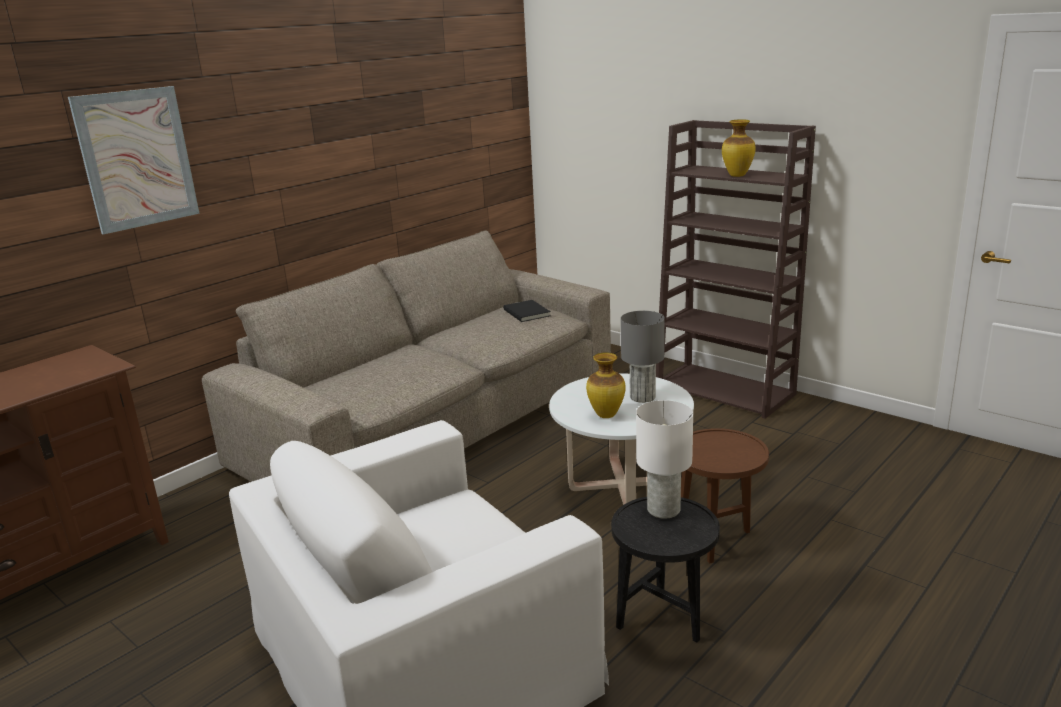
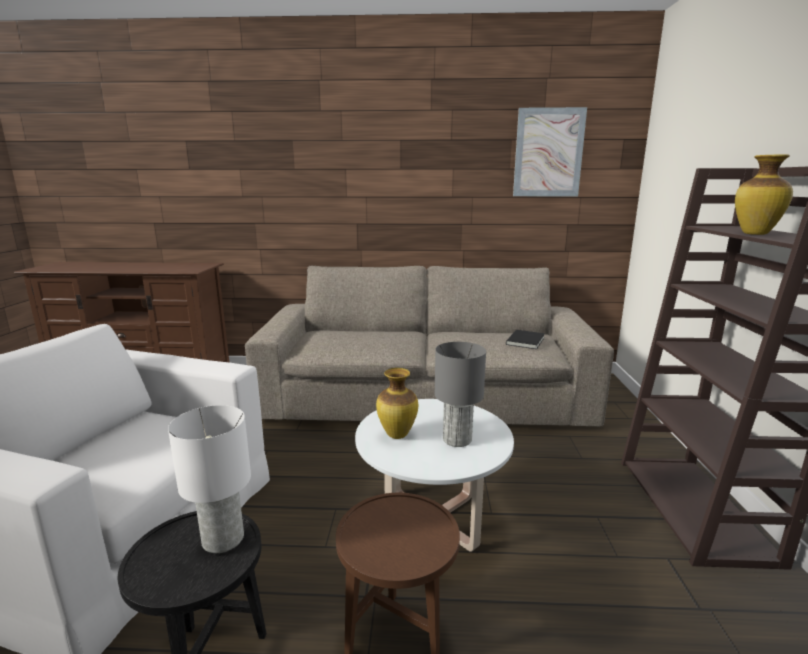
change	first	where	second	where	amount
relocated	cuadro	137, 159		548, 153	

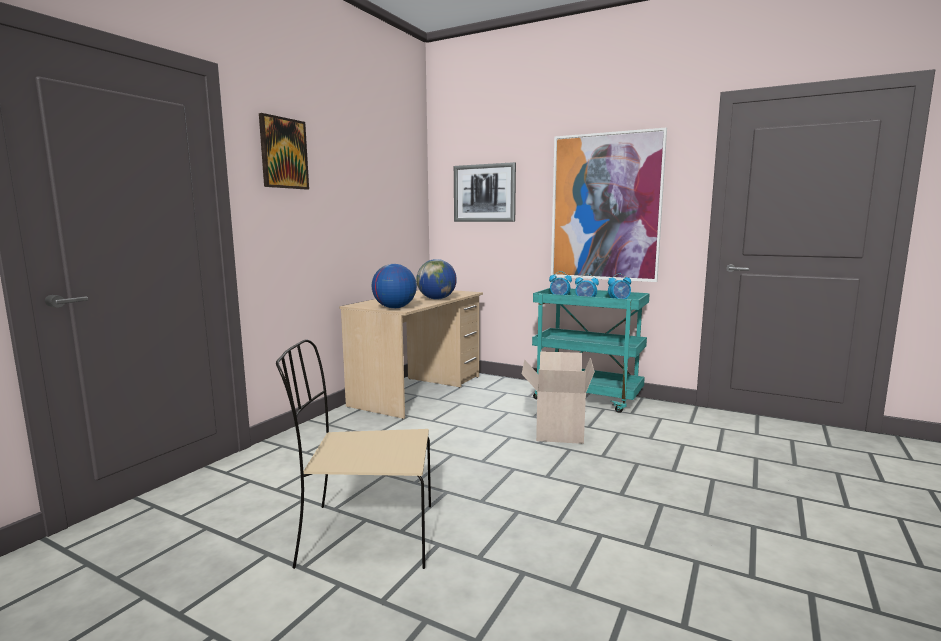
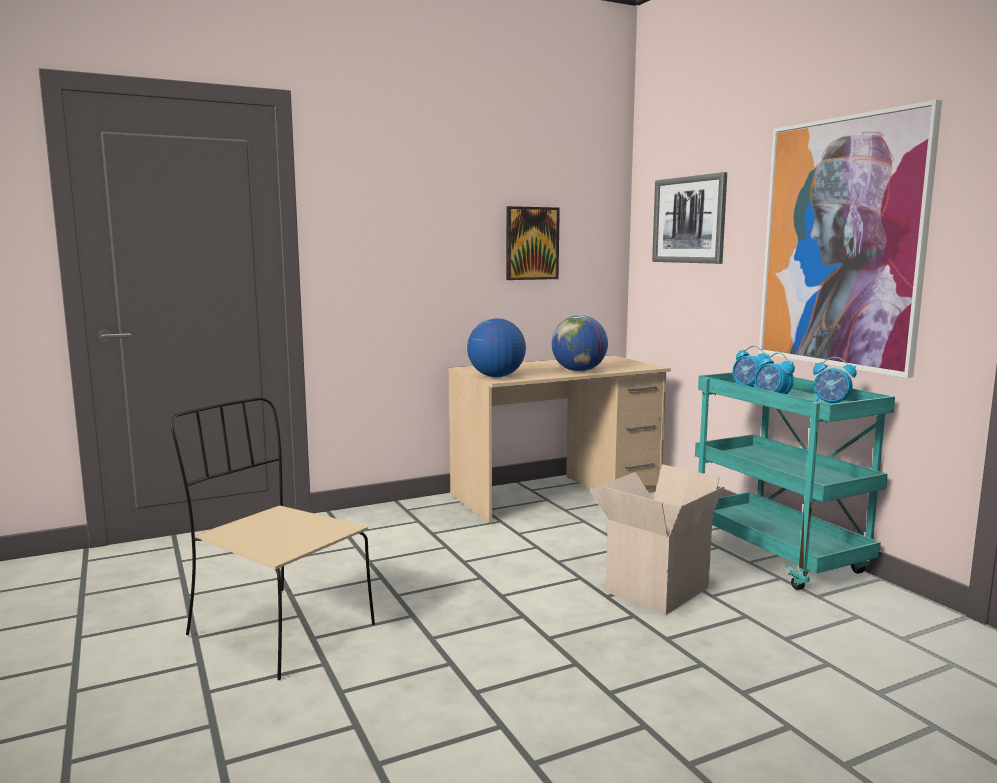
change	first	where	second	where	amount
relocated	cuadro	283, 153		531, 243	

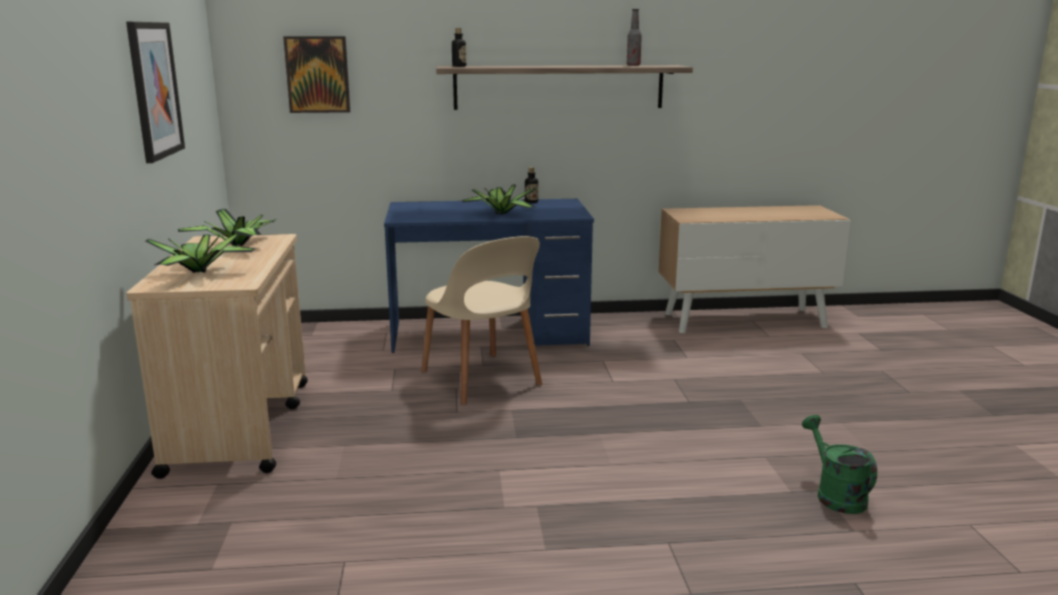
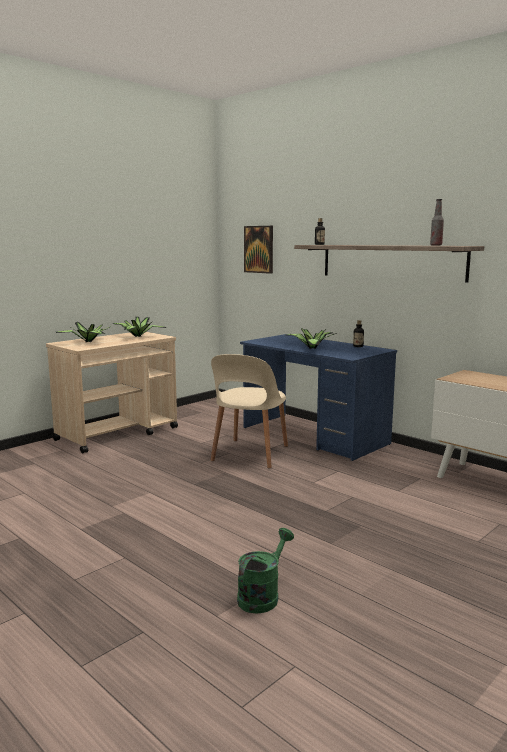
change	first	where	second	where	amount
missing	cuadro	154, 90			

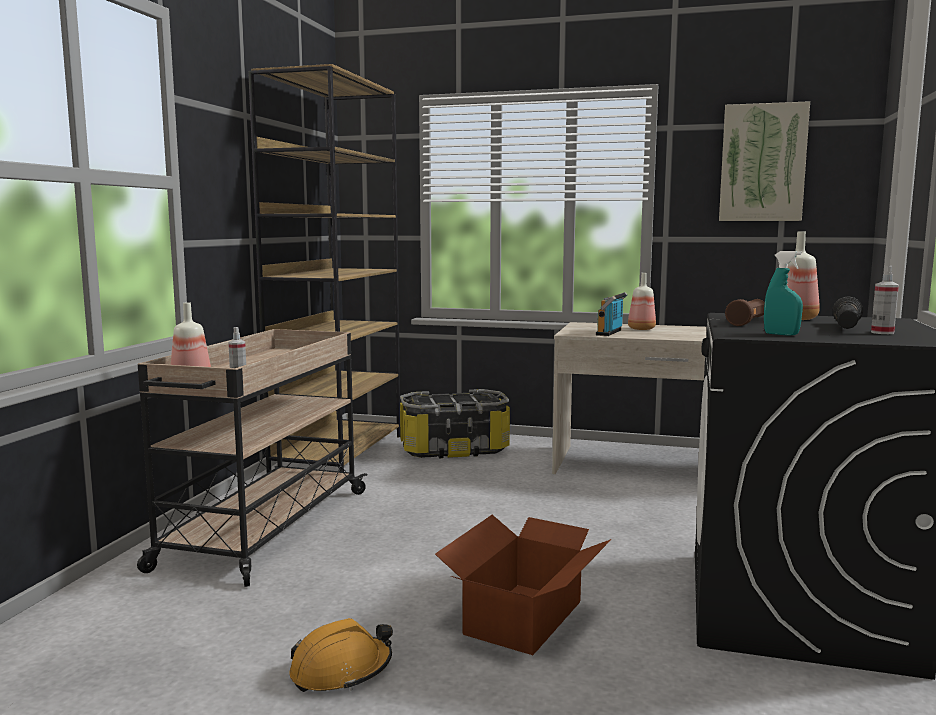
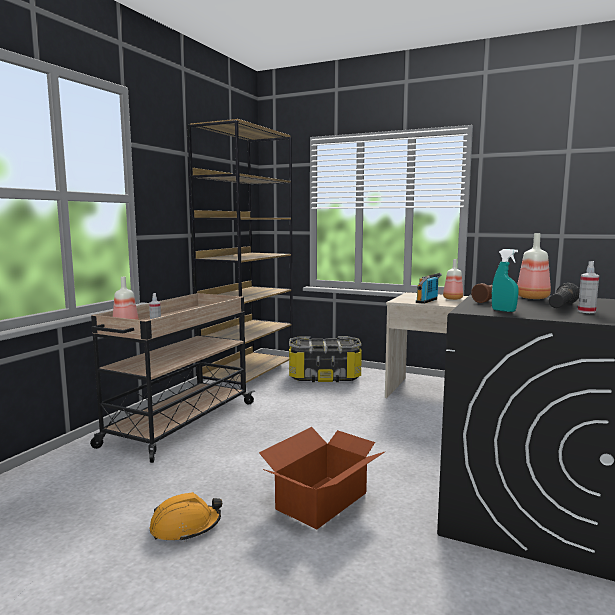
change	first	where	second	where	amount
missing	cuadro	762, 163			

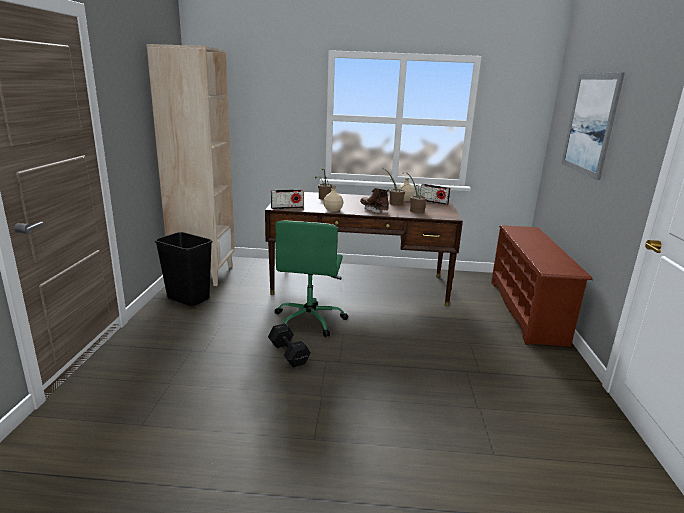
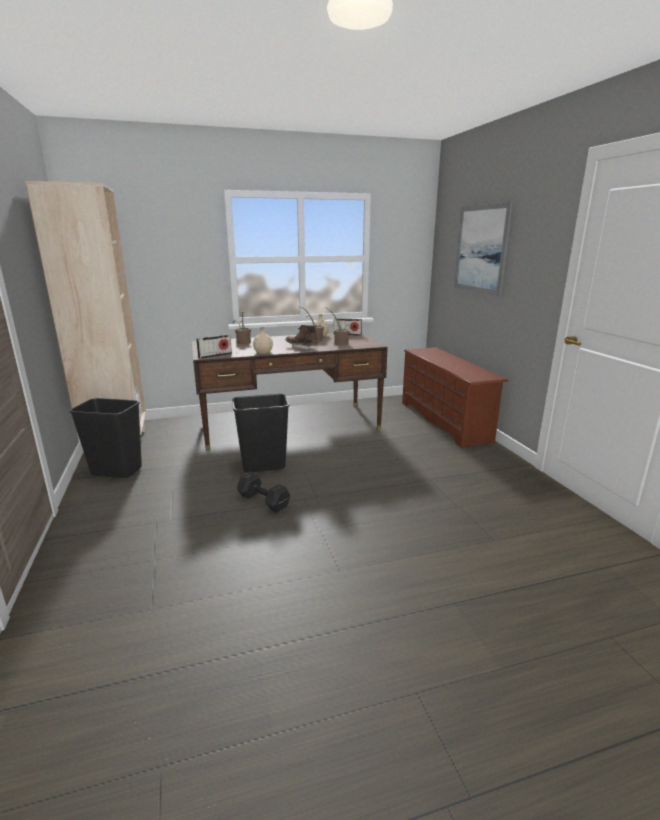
change	first	where	second	where	amount
exchanged	silla de oficina (verde)	309, 320	papelera (negro)	263, 466	

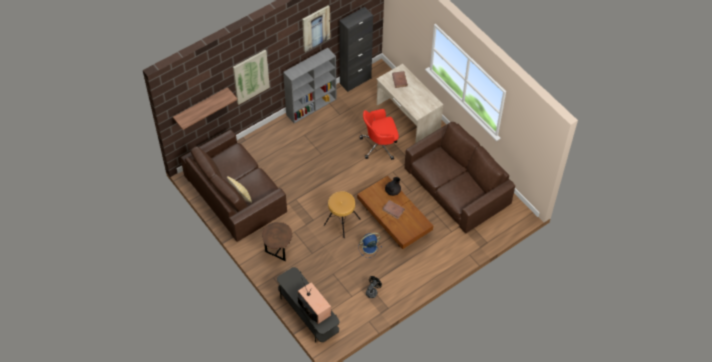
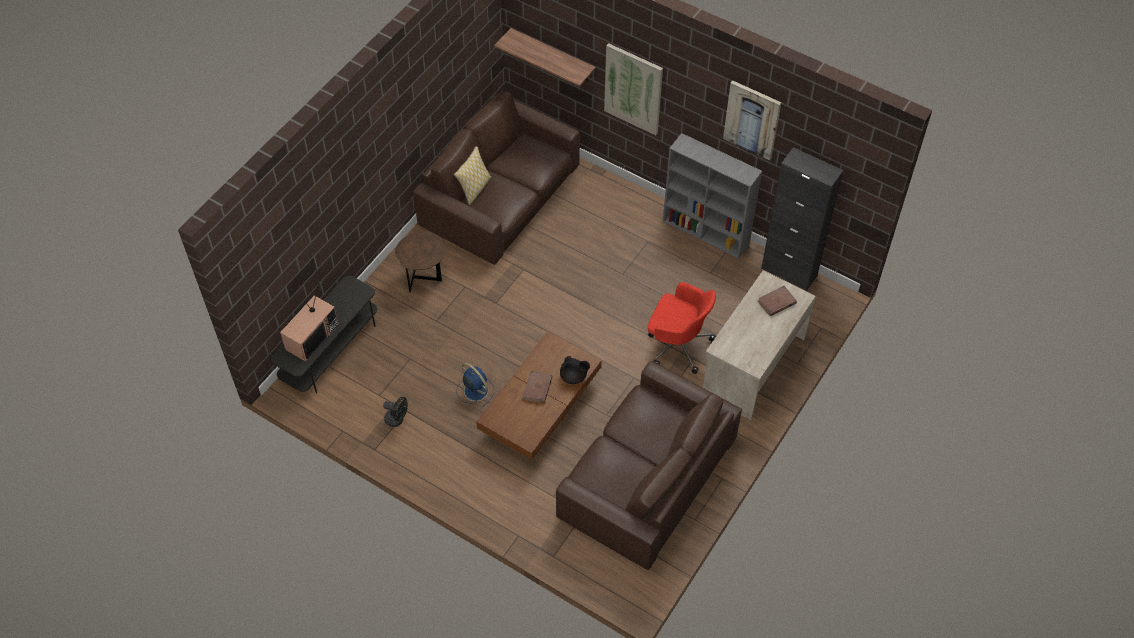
change	first	where	second	where	amount
spun	silla de oficina (rojo)	380, 145		677, 344	150 degrees clockwise
missing	taburete (marrón)	341, 222			

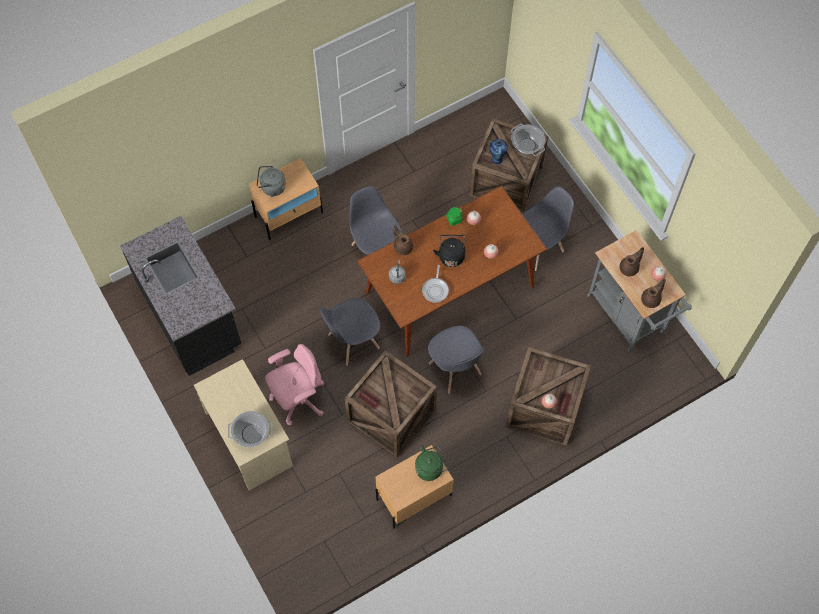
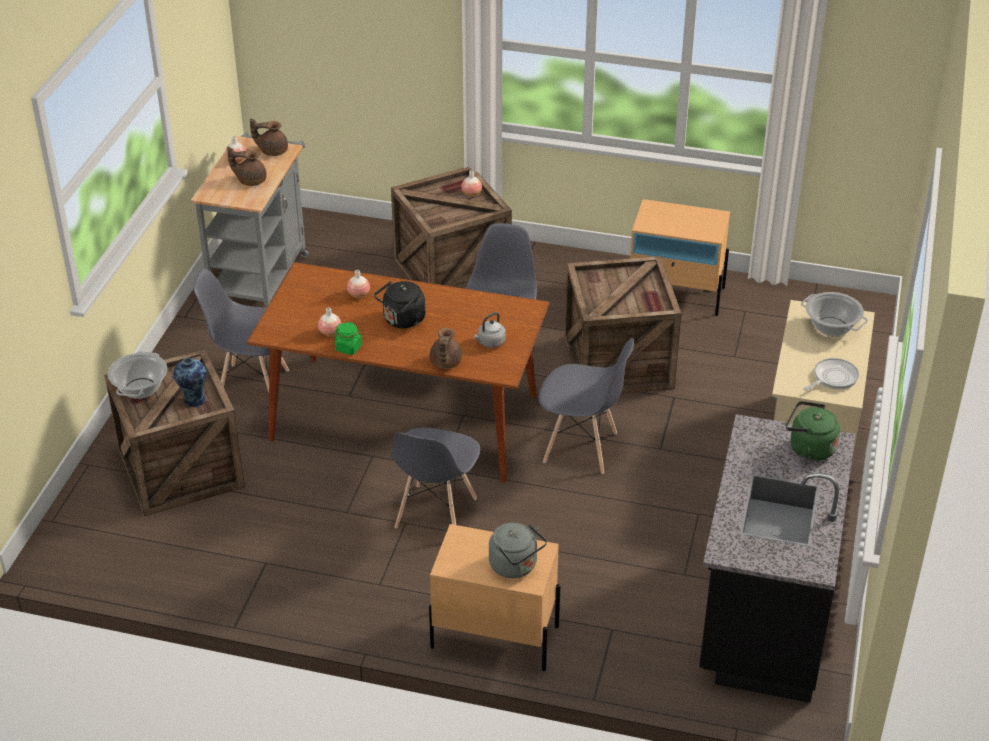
change	first	where	second	where	amount
relocated	sartén	435, 289		833, 378	
missing	silla de oficina (rosa)	298, 399			
relocated	hervidor (verde)	430, 468		808, 448	

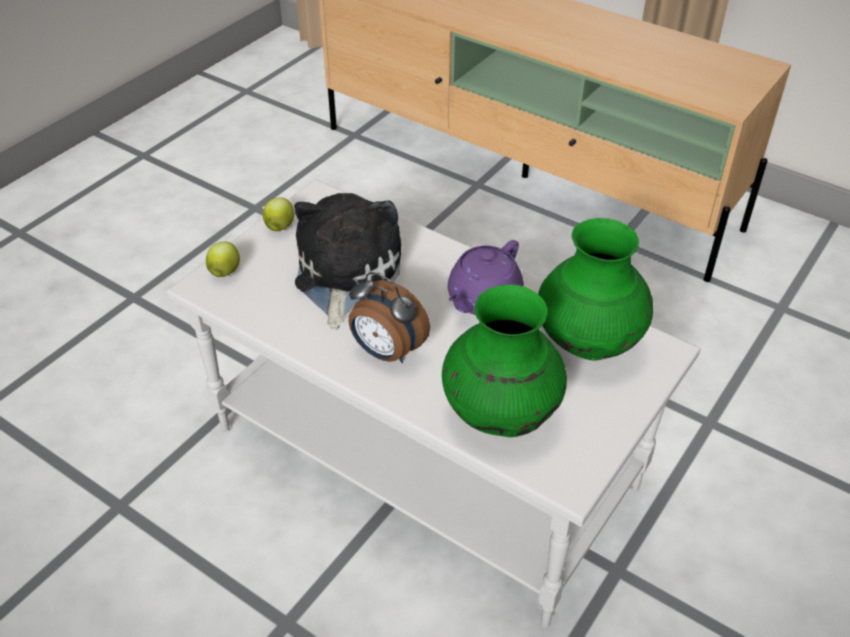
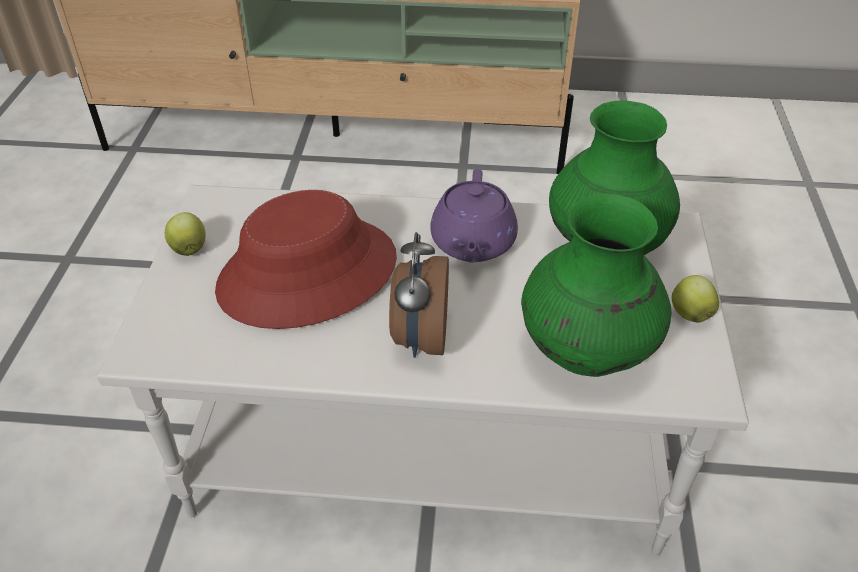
change	first	where	second	where	amount
exchanged	peluche	345, 276	sombrero (rojo)	308, 274	
relocated	manzana	225, 271		689, 313	
spun	despertador	386, 352		419, 338	90 degrees clockwise

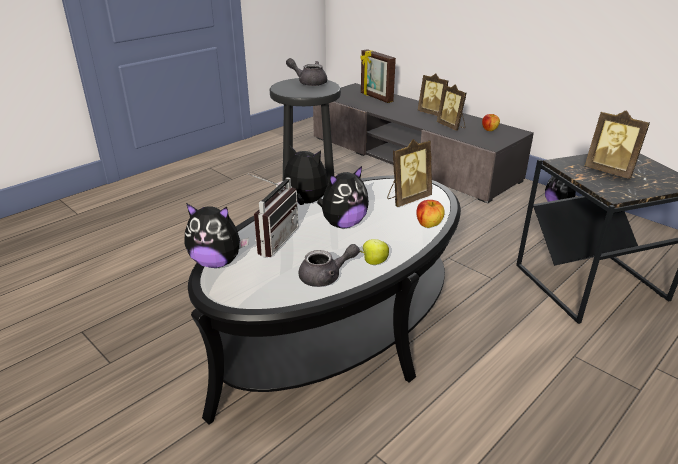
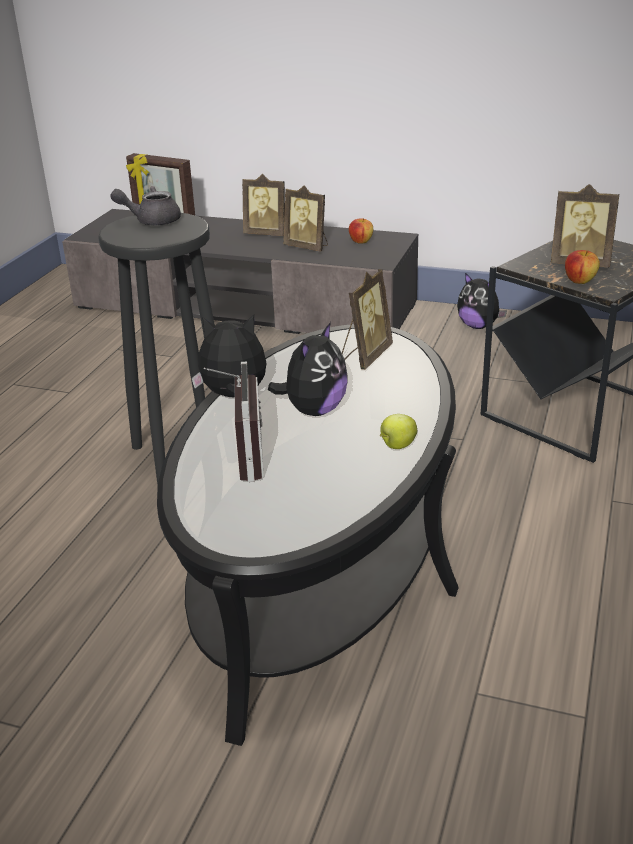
change	first	where	second	where	amount
relocated	manzana	428, 224		580, 281	
missing	peluche	217, 262			
missing	tetera (gris)	326, 277			

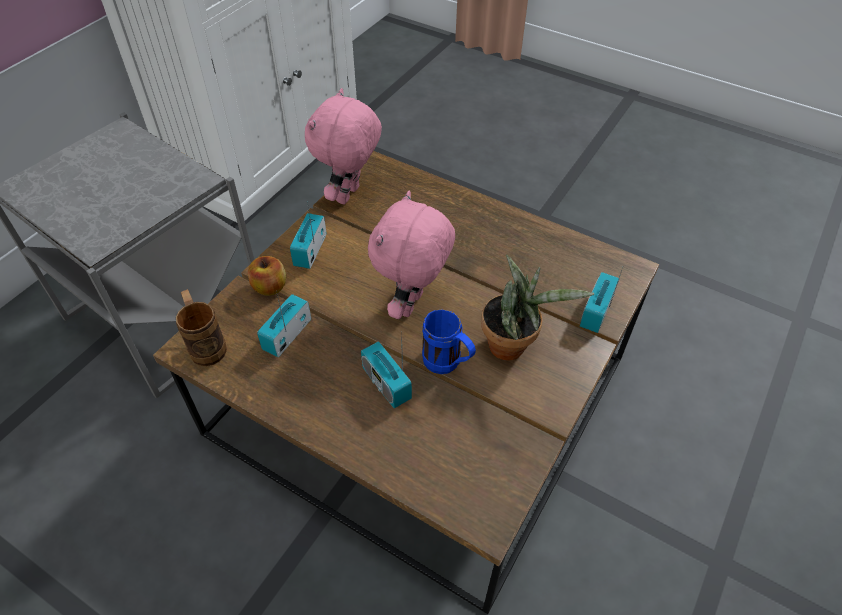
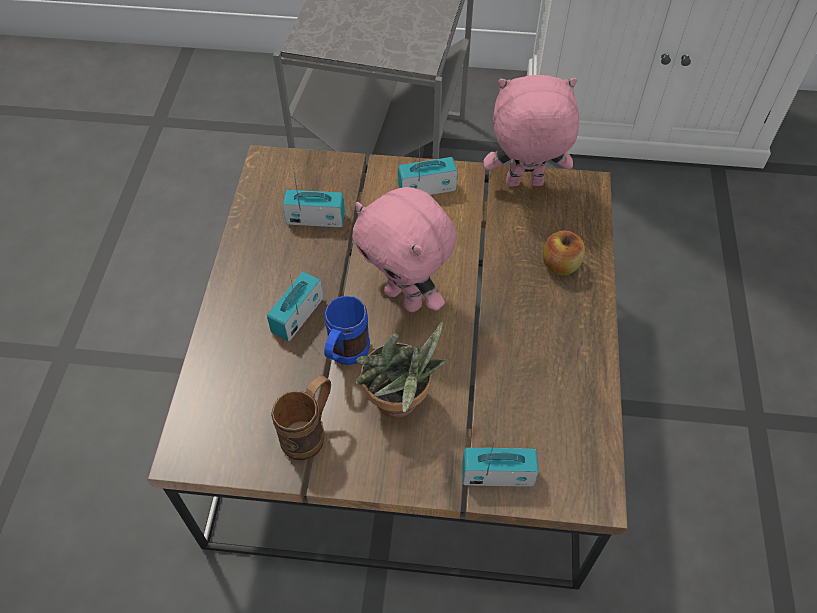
change	first	where	second	where	amount
spun	peluche (rosa)	412, 305		405, 298	135 degrees counterclockwise
relocated	manzana	270, 287		560, 265	
relocated	taza grande (marrón)	206, 344		310, 432	

